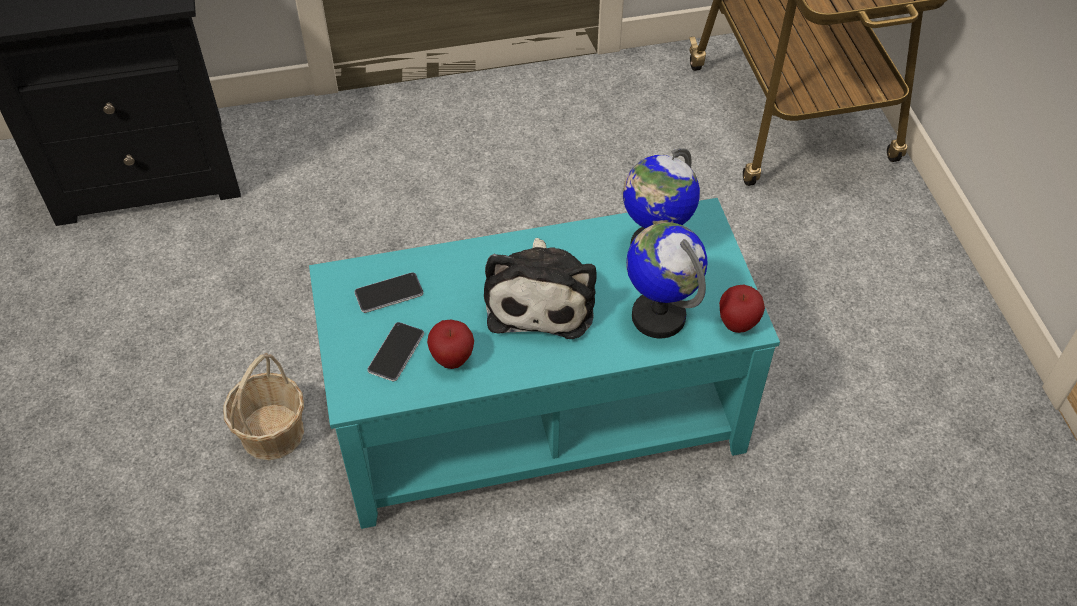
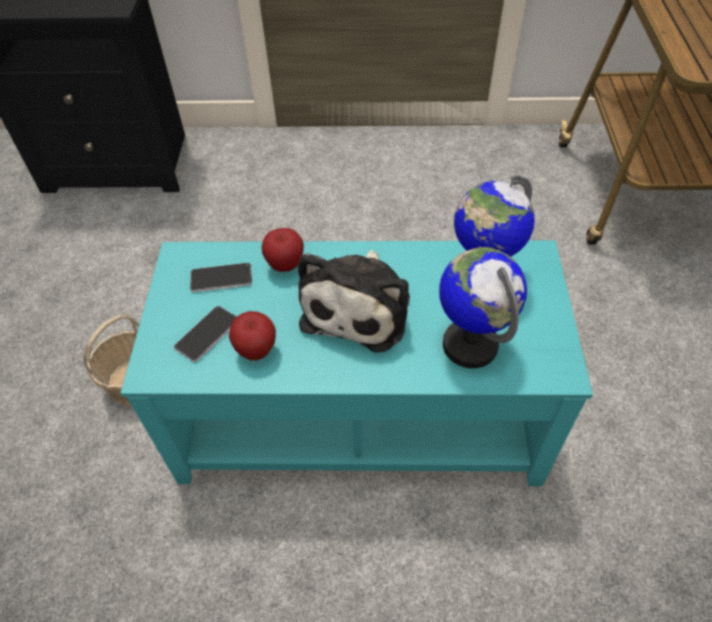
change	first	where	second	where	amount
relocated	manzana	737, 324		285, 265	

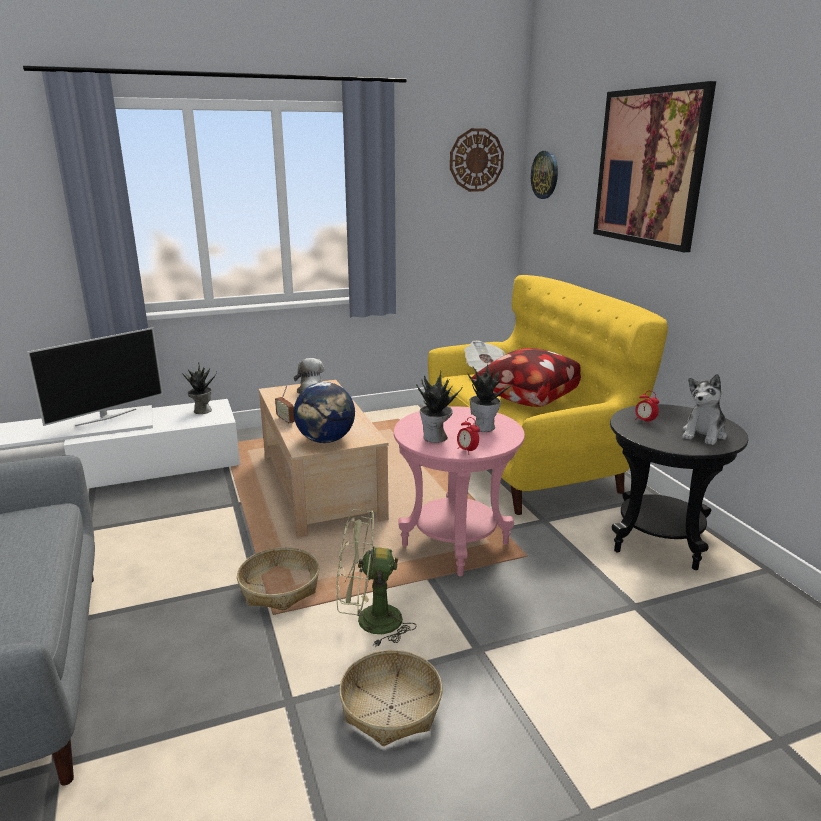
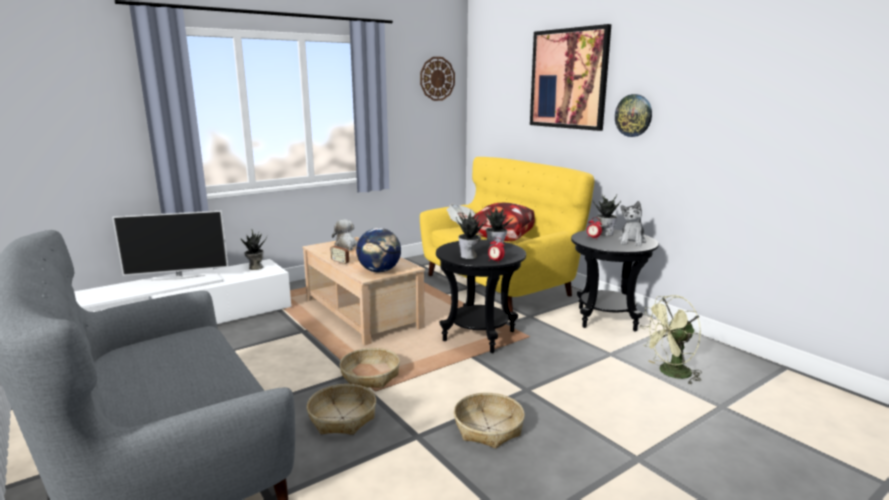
change	first	where	second	where	amount
relocated	reloj de pared	545, 175		633, 115	
spun	televisor	106, 417		178, 277	45 degrees clockwise
colour	mesa auxiliar (rosa)	455, 545	mesa auxiliar (negro)	479, 336	
relocated	ventilador (verde)	369, 622		670, 373	
appeared			planta en maceta	605, 233	
appeared			cesta	342, 417	

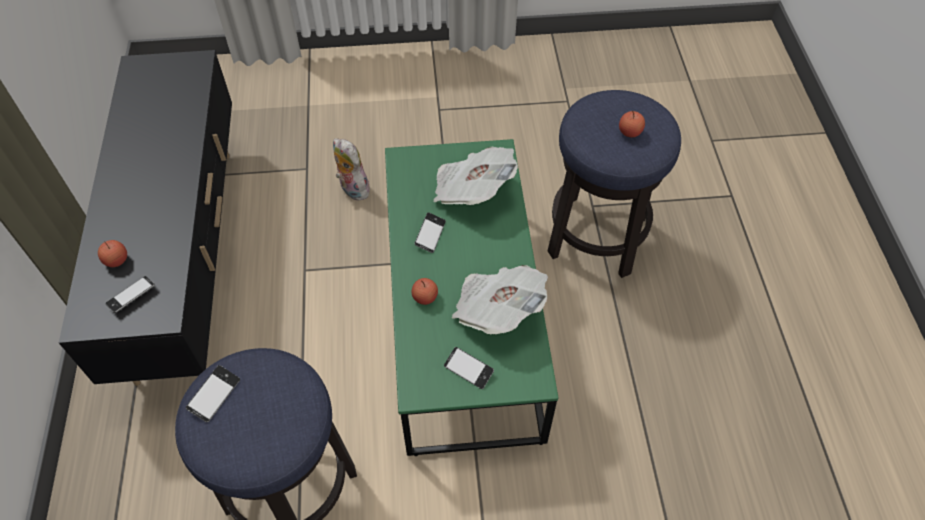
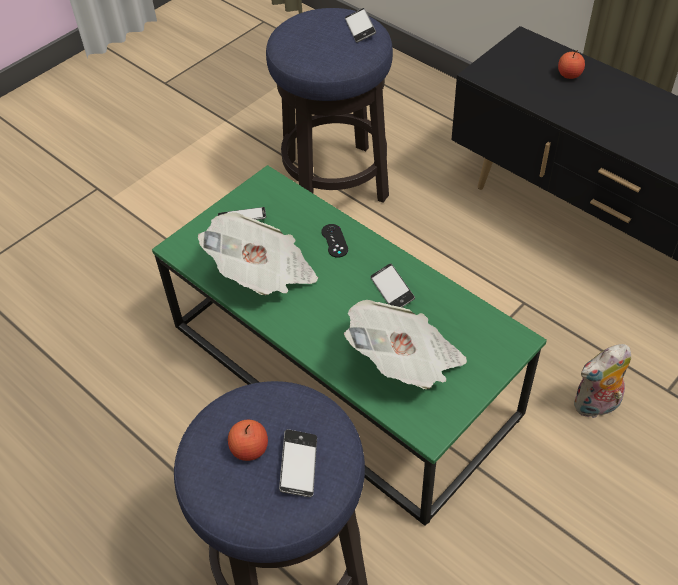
change	first	where	second	where	amount
spun	peluche	352, 189		596, 406	150 degrees clockwise
relocated	móvil	132, 296		299, 466	
exchanged	manzana	425, 297	mando de consola (negro)	334, 241	

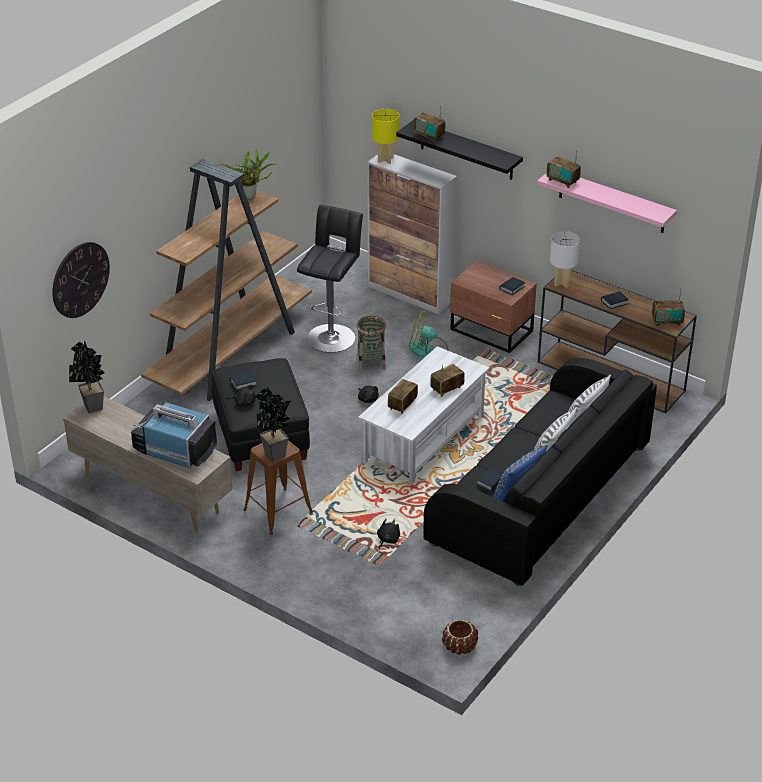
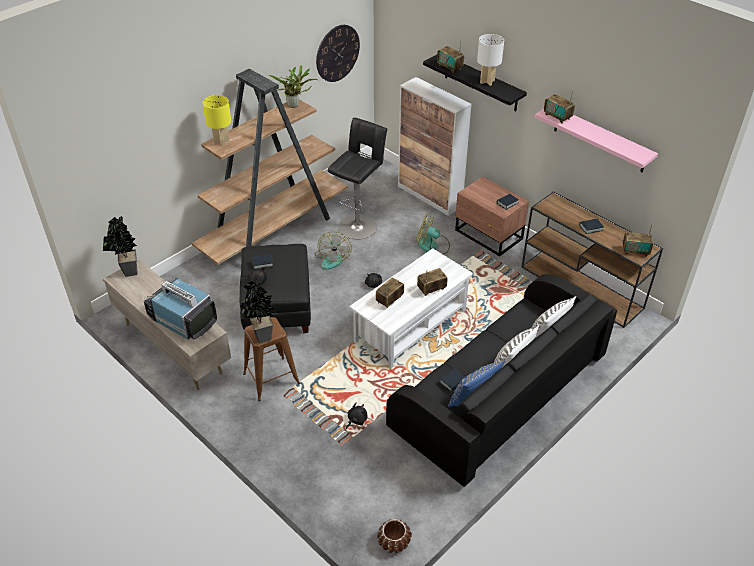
change	first	where	second	where	amount
relocated	lámpara de mesa (amarillo)	385, 160		221, 142	
relocated	lámpara de mesa (blanco)	561, 283		487, 82	
relocated	reloj de pared	80, 279		337, 53	
missing	cesta	371, 362			
appeared			ventilador	332, 258	

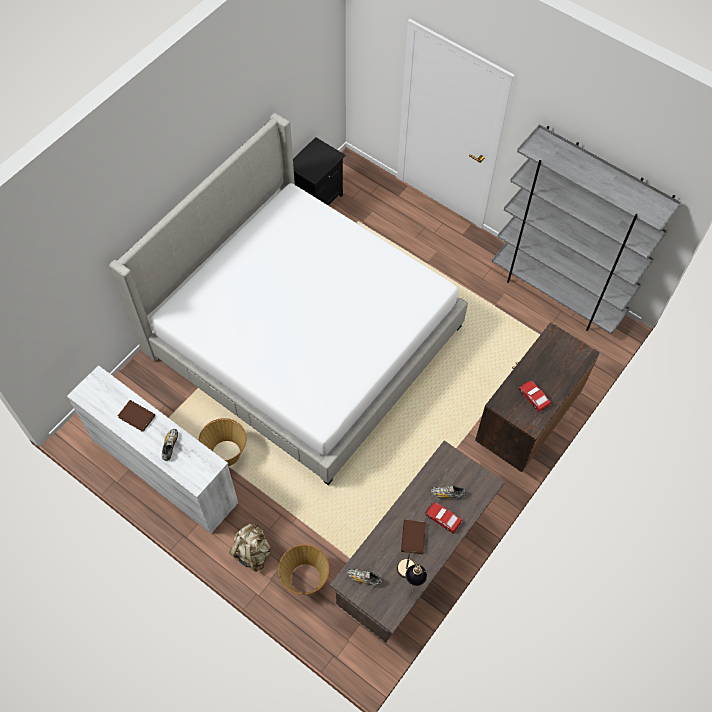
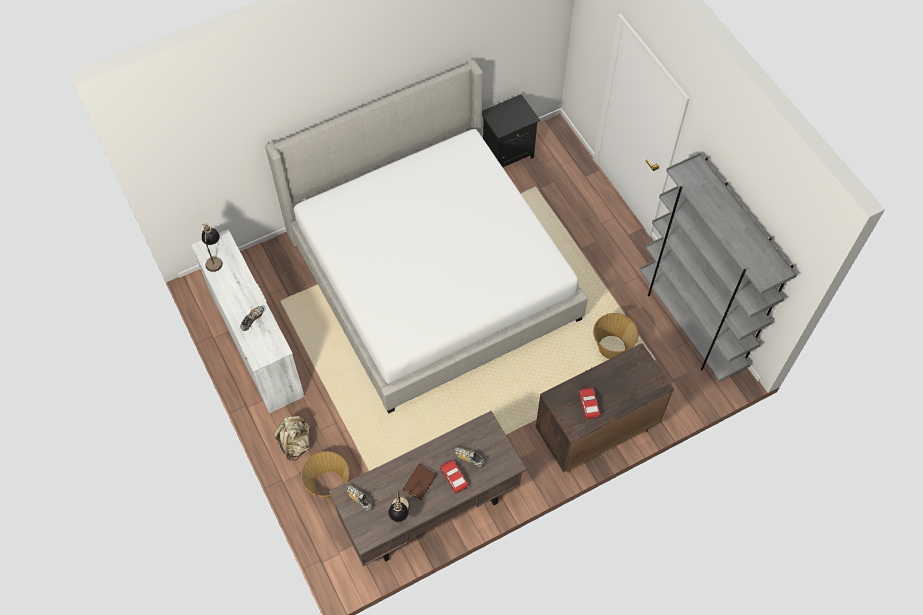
change	first	where	second	where	amount
missing	libro (marrón)	137, 416			
relocated	cesta	226, 453		612, 347	
appeared			lámpara de mesa	215, 258	

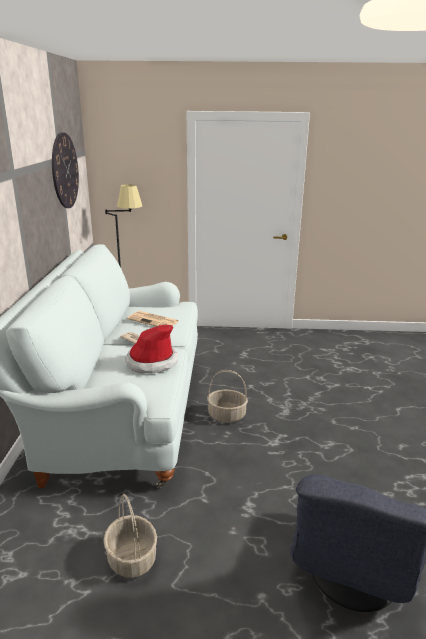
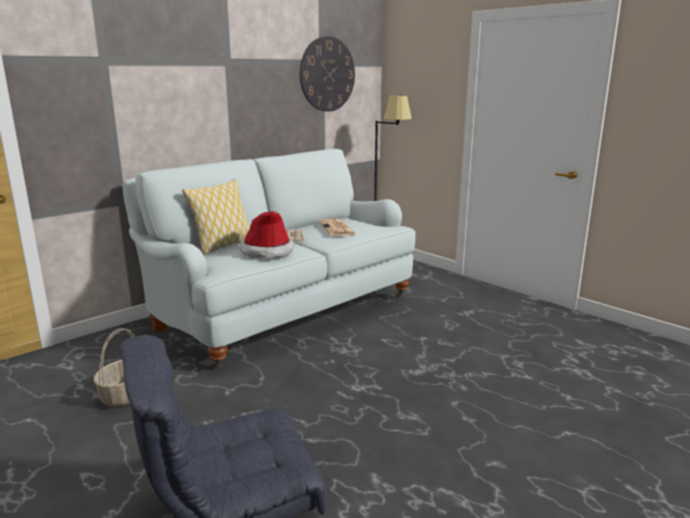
change	first	where	second	where	amount
missing	cesta	227, 415			
appeared			cojín	223, 246	

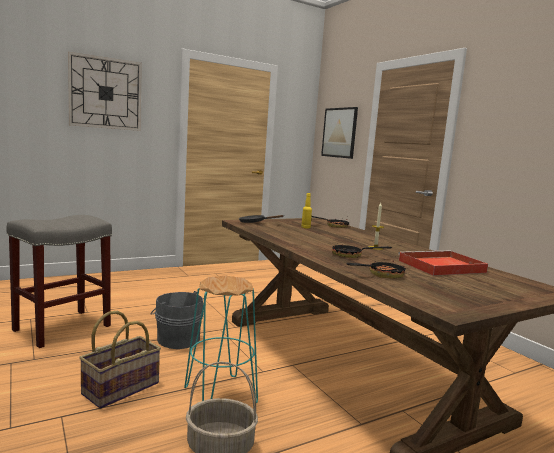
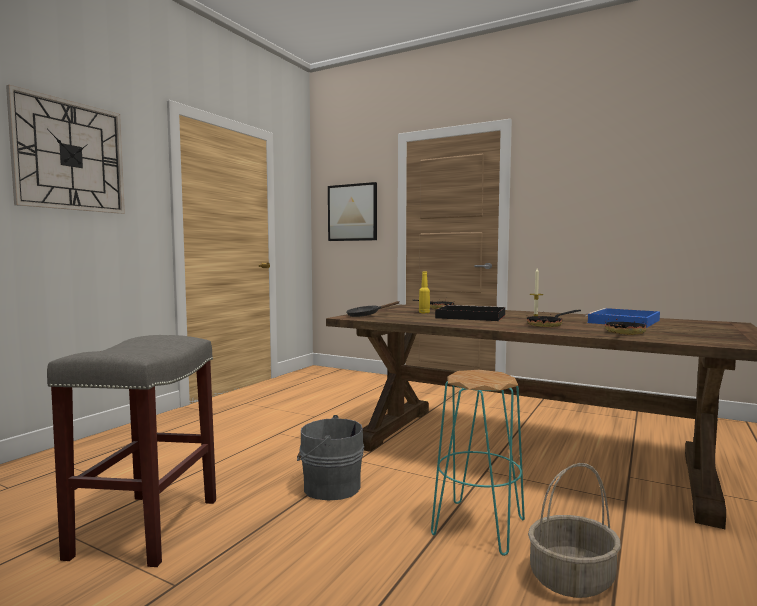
change	first	where	second	where	amount
colour	bandeja (rojo)	440, 266	bandeja (azul)	624, 321	
missing	cesta	120, 388			
appeared			bandeja (negro)	469, 316	

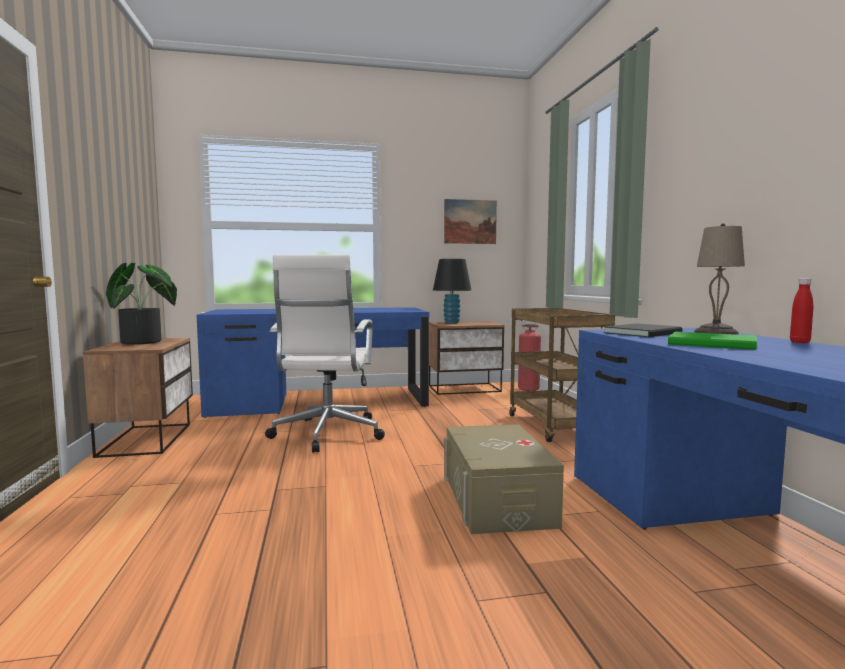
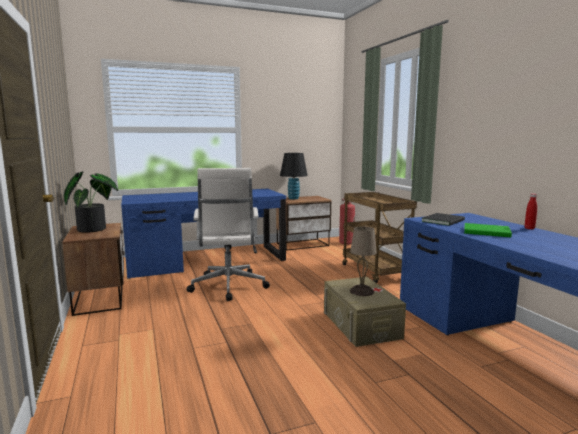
change	first	where	second	where	amount
missing	cuadro	470, 221			
relocated	lámpara de mesa (beis)	715, 332		361, 291	

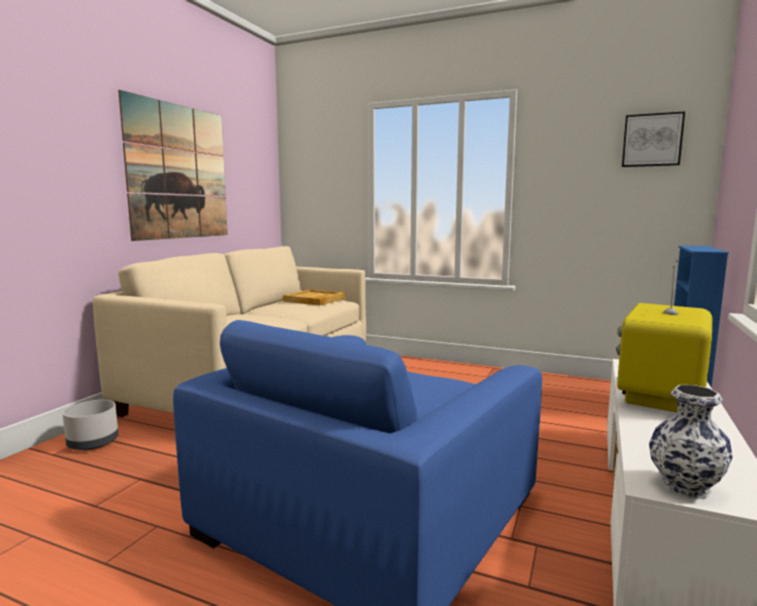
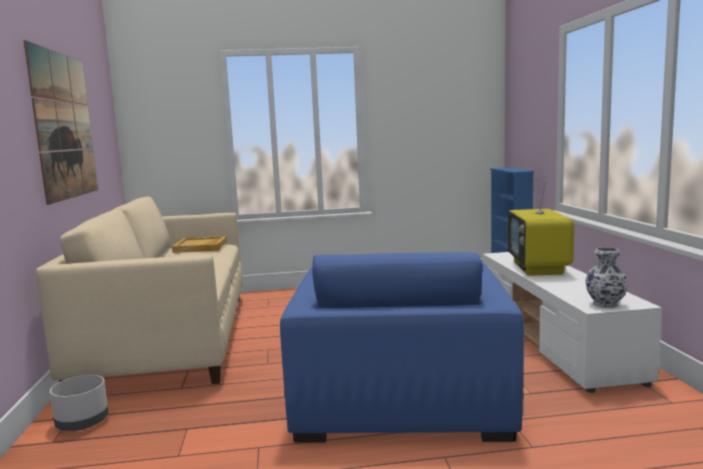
change	first	where	second	where	amount
missing	cuadro	652, 140			

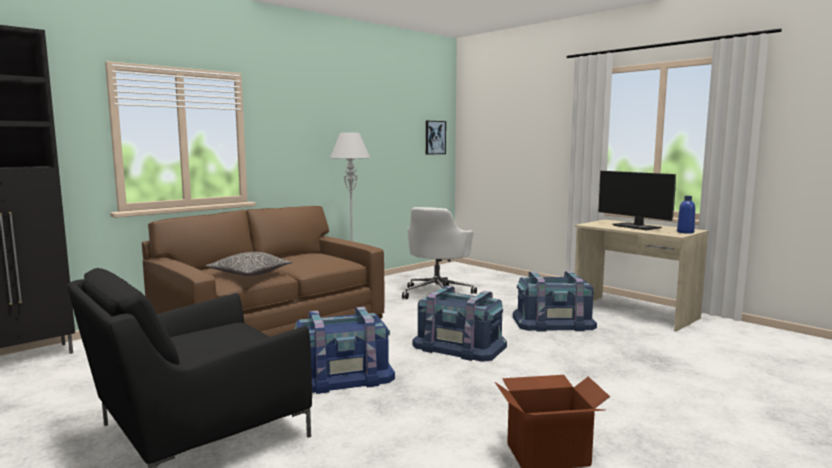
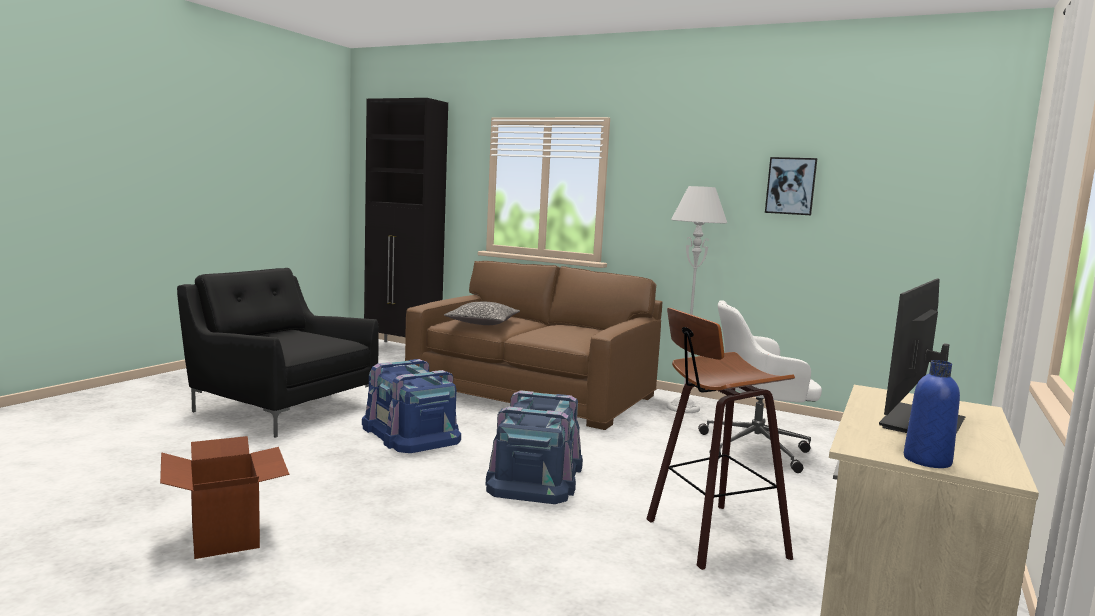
change	first	where	second	where	amount
relocated	cuadro	435, 137		790, 186	
exchanged	caja de almacenaje (azul)	553, 322	taburete	710, 537	

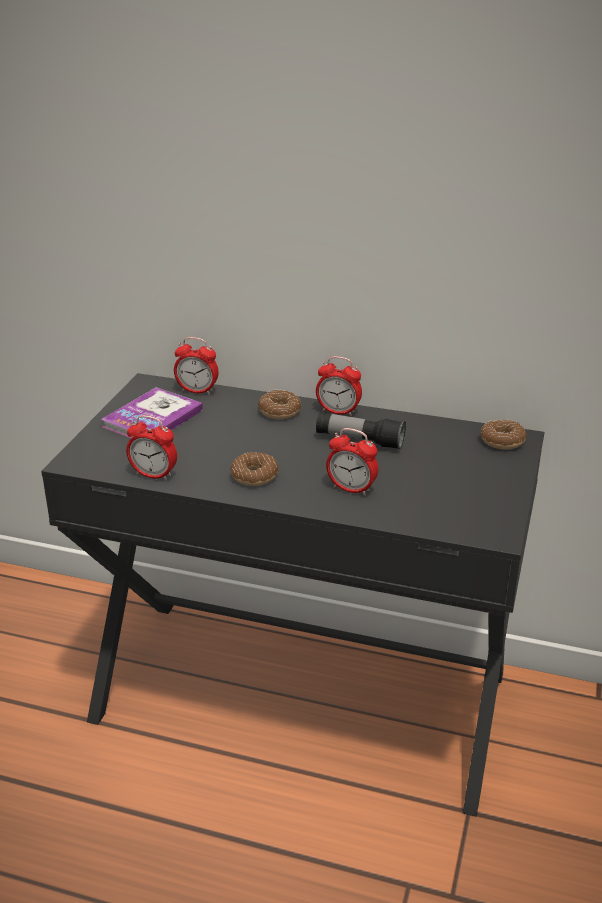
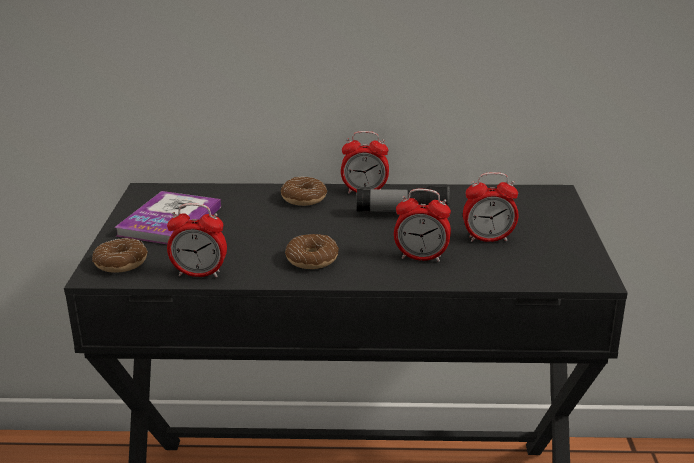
change	first	where	second	where	amount
relocated	despertador	197, 391		488, 239	
relocated	rosquilla	502, 441		121, 263	

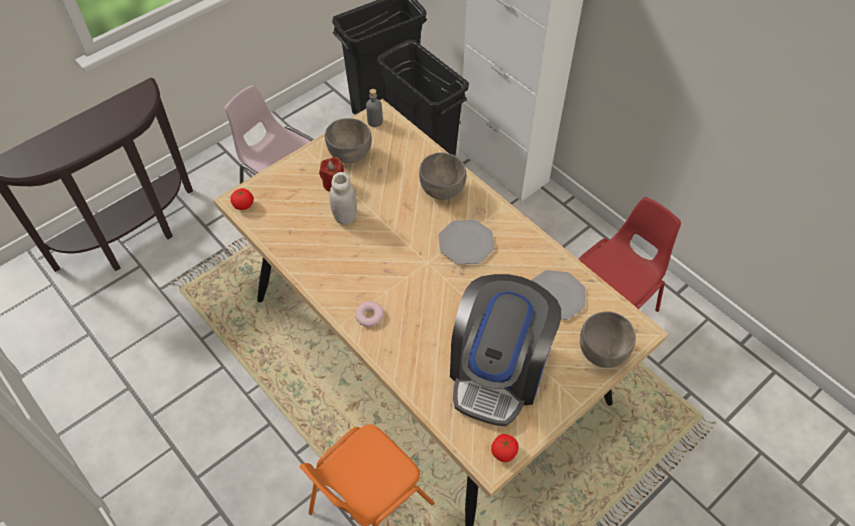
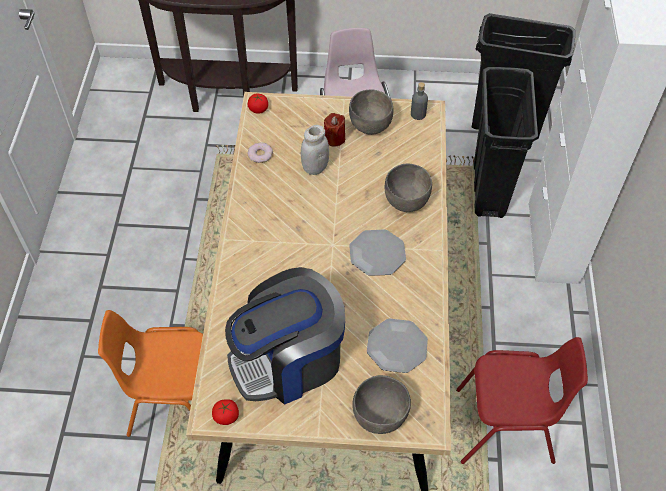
change	first	where	second	where	amount
relocated	rosquilla	369, 315		260, 154	

